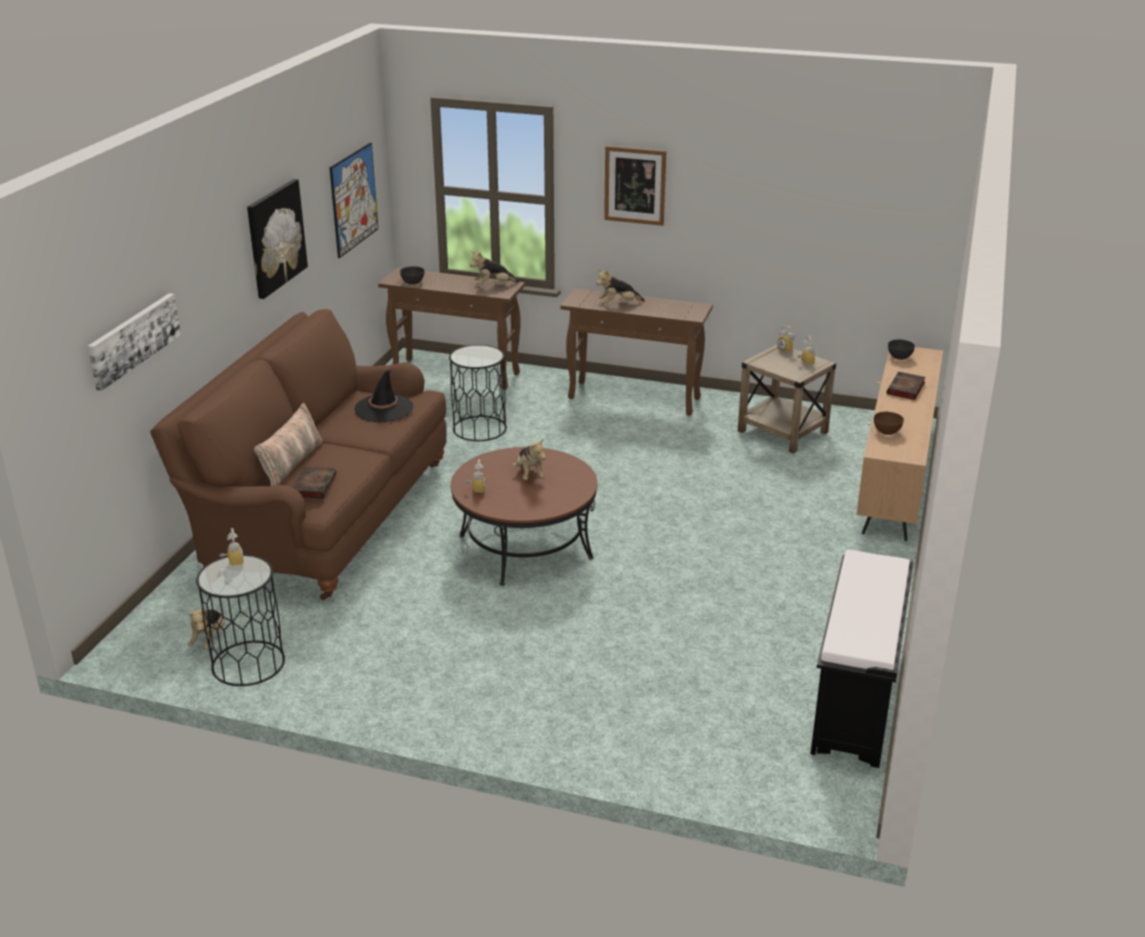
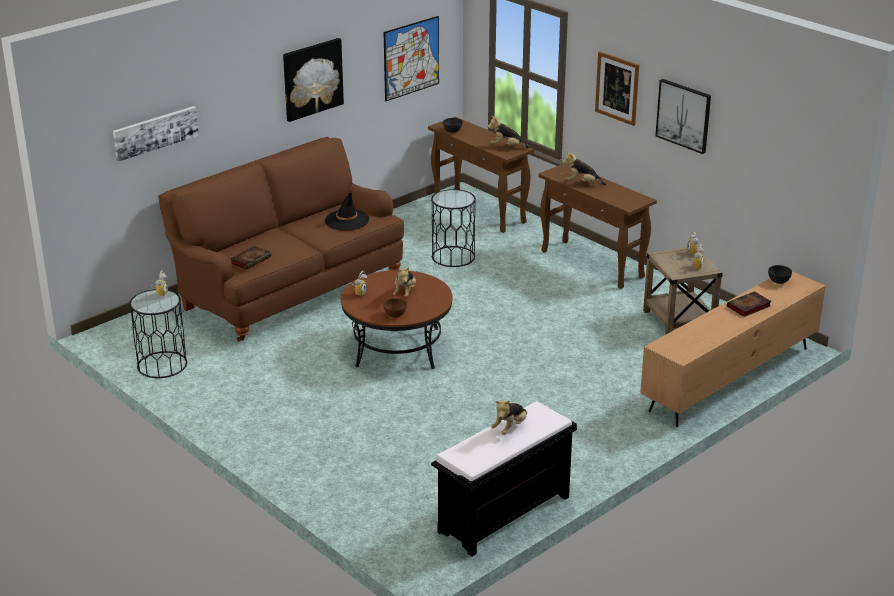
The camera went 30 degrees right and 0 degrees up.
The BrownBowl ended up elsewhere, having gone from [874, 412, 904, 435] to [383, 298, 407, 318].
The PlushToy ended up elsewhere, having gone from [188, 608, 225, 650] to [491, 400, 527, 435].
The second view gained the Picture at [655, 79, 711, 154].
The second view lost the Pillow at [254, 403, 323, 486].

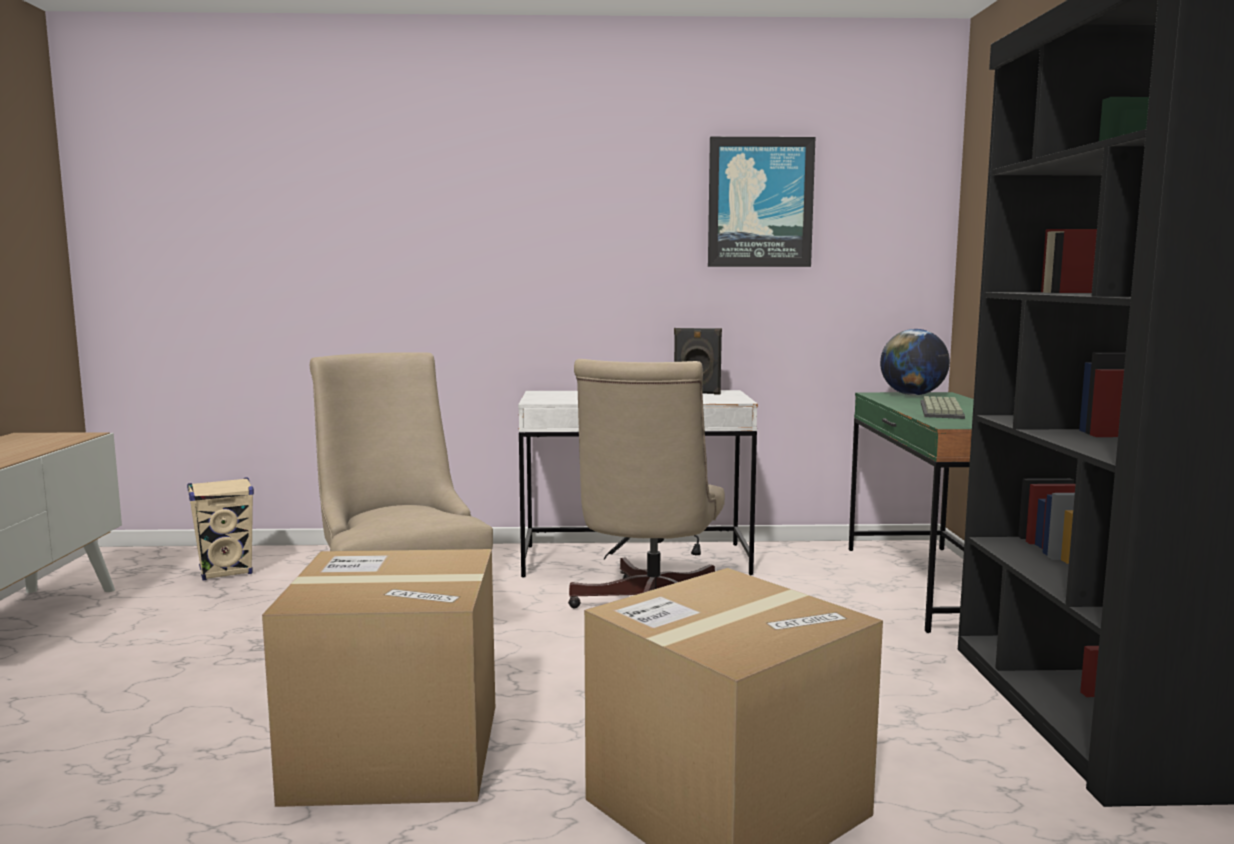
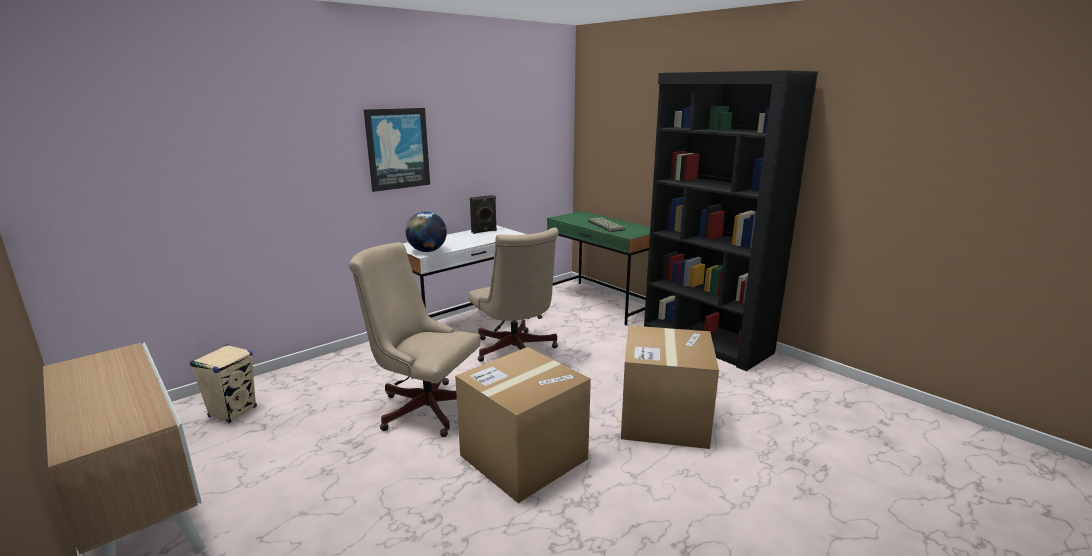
The camera went 40 degrees left and 10 degrees up.
The Picture ended up elsewhere, having gone from [708, 137, 815, 267] to [364, 108, 430, 192].
The Globe ended up elsewhere, having gone from [880, 329, 950, 395] to [406, 212, 447, 252].

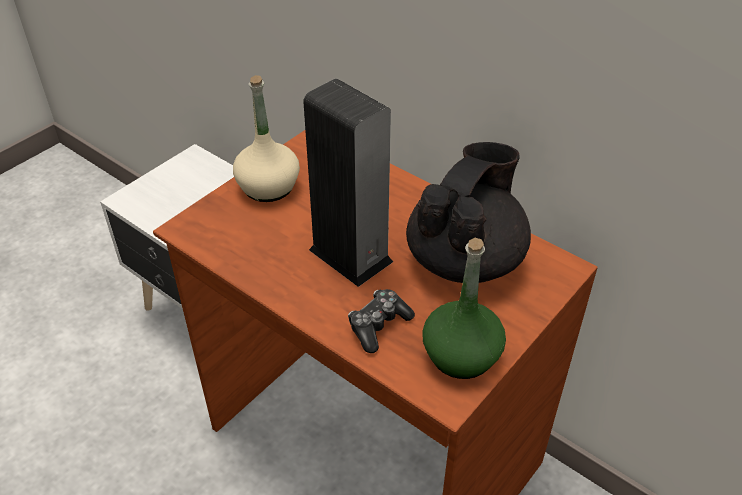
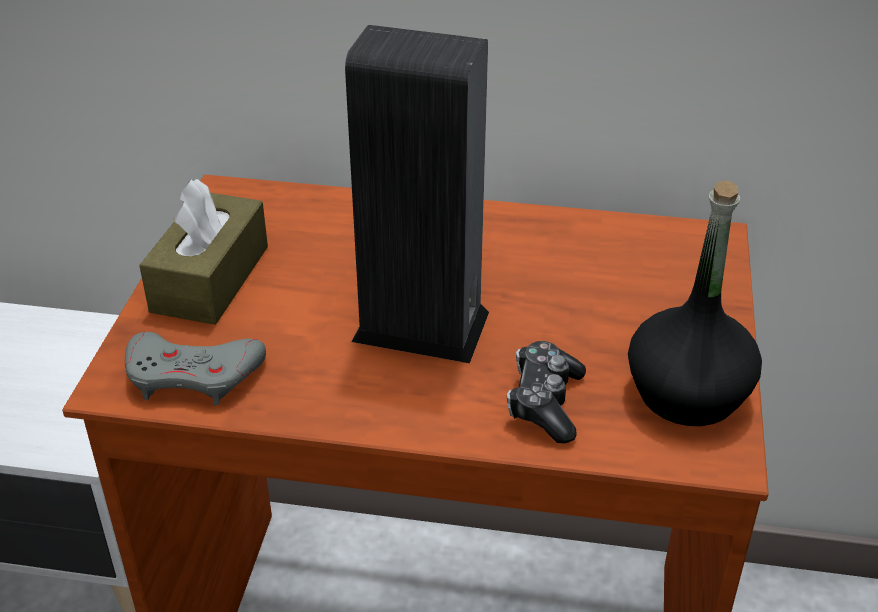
The camera went 30 degrees left and 5 degrees down.
The second view gained the GreyGameController at [125, 332, 266, 405].
Where the BeigeBottle stood at [233, 75, 300, 202], the BrownTissueBox came to stand at [139, 179, 268, 325].
What was the GreenBottle at [422, 238, 506, 379] turned into the BlackBottle at [628, 181, 762, 426].
The second view lost the BlackTeapot at [406, 142, 531, 283].

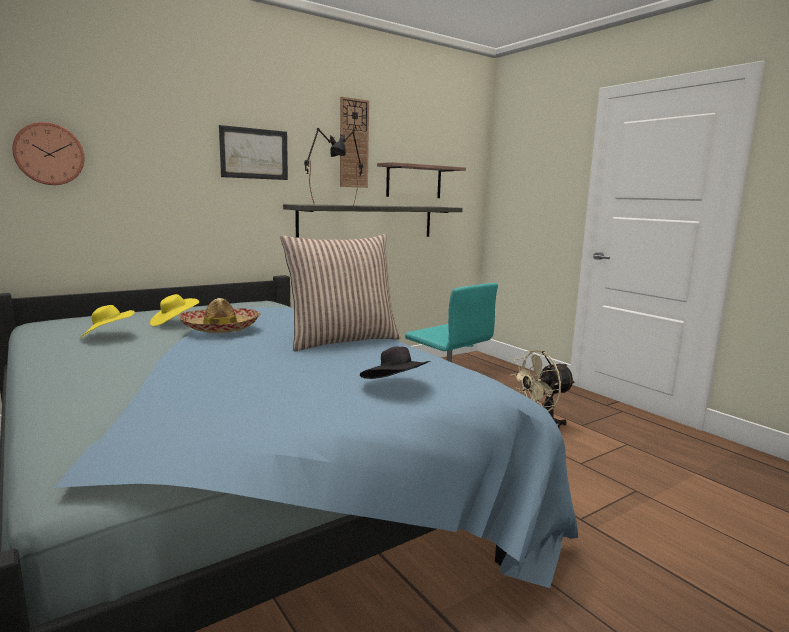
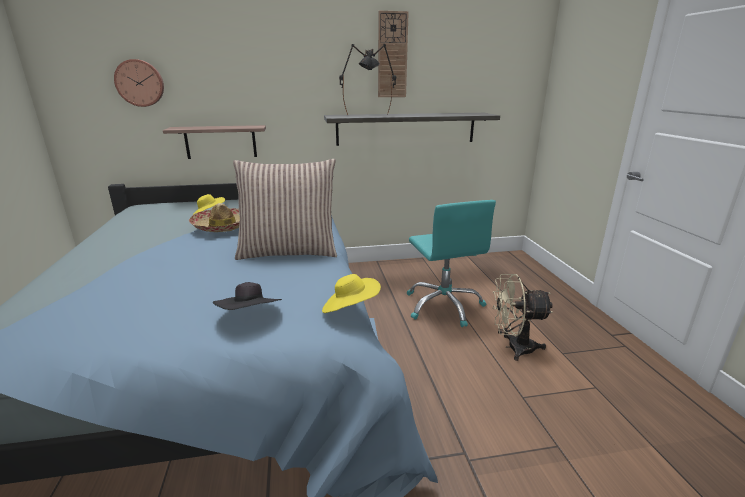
The camera went 25 degrees right and 10 degrees up.
The Shelf ended up elsewhere, having gone from [377, 162, 466, 198] to [163, 125, 266, 159].
The YellowHat ended up elsewhere, having gone from [80, 305, 135, 339] to [322, 274, 381, 313].
The second view lost the Picture at [219, 125, 288, 180].

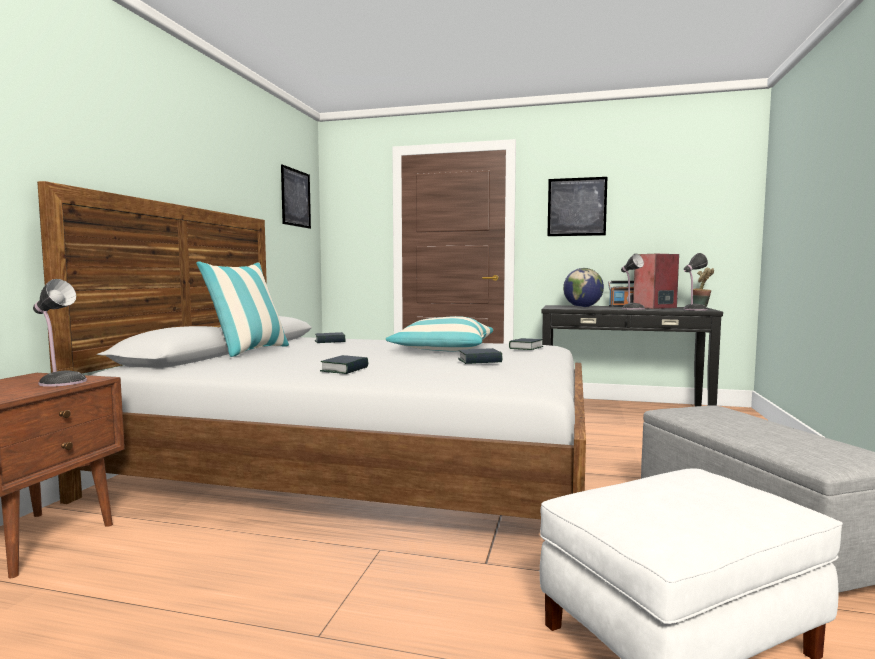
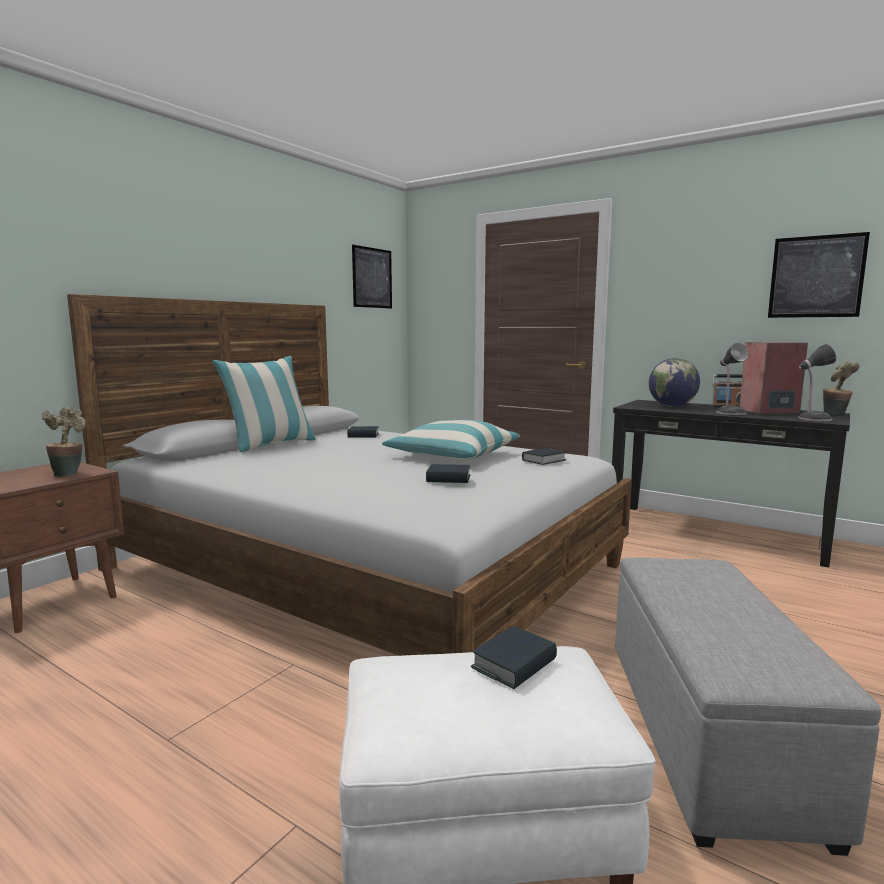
The camera went 20 degrees right and 5 degrees up.
Where the TableLamp stood at [33, 279, 87, 387], the PottedPlant came to stand at [42, 407, 86, 477].
The Book ended up elsewhere, having gone from [320, 355, 368, 374] to [471, 626, 557, 689].
The Picture ended up elsewhere, having gone from [547, 177, 607, 236] to [768, 232, 870, 318].

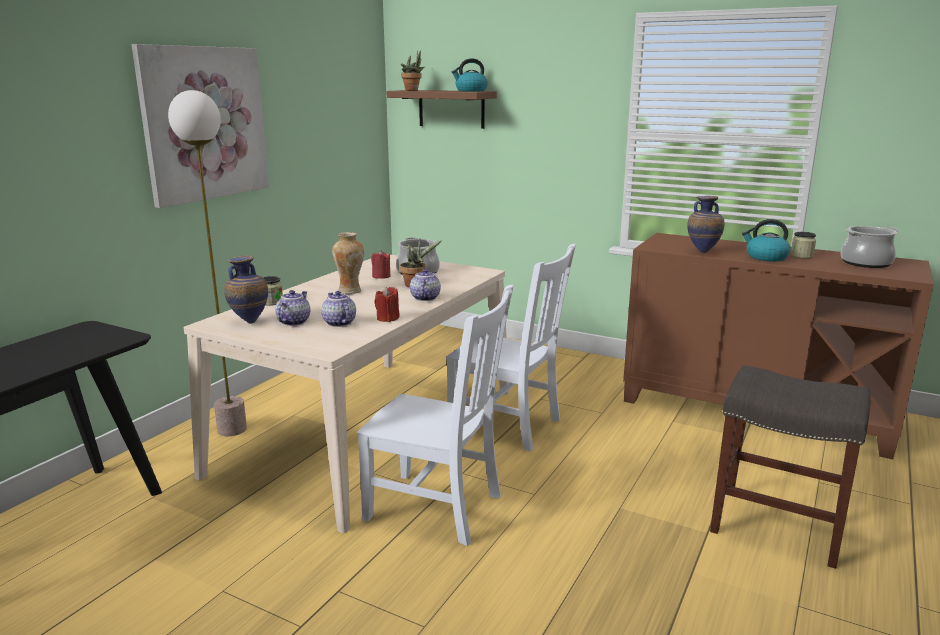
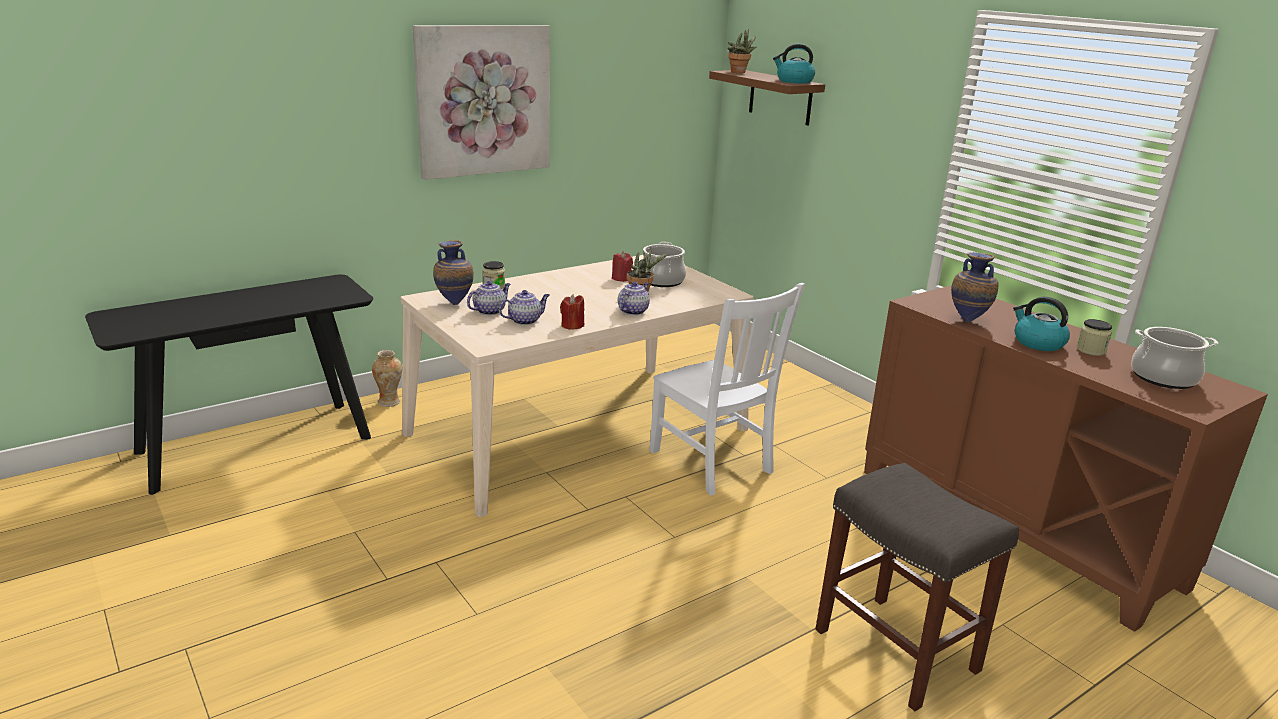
The camera went 25 degrees right and 5 degrees up.
The Vase ended up elsewhere, having gone from [332, 232, 364, 294] to [372, 350, 402, 407].
The Teapot at [321, 291, 356, 327] ended up facing another way, 60 degrees clockwise from before.
The second view lost the FloorLamp at [168, 90, 247, 436].
The second view lost the WhiteChair at [357, 285, 513, 546].

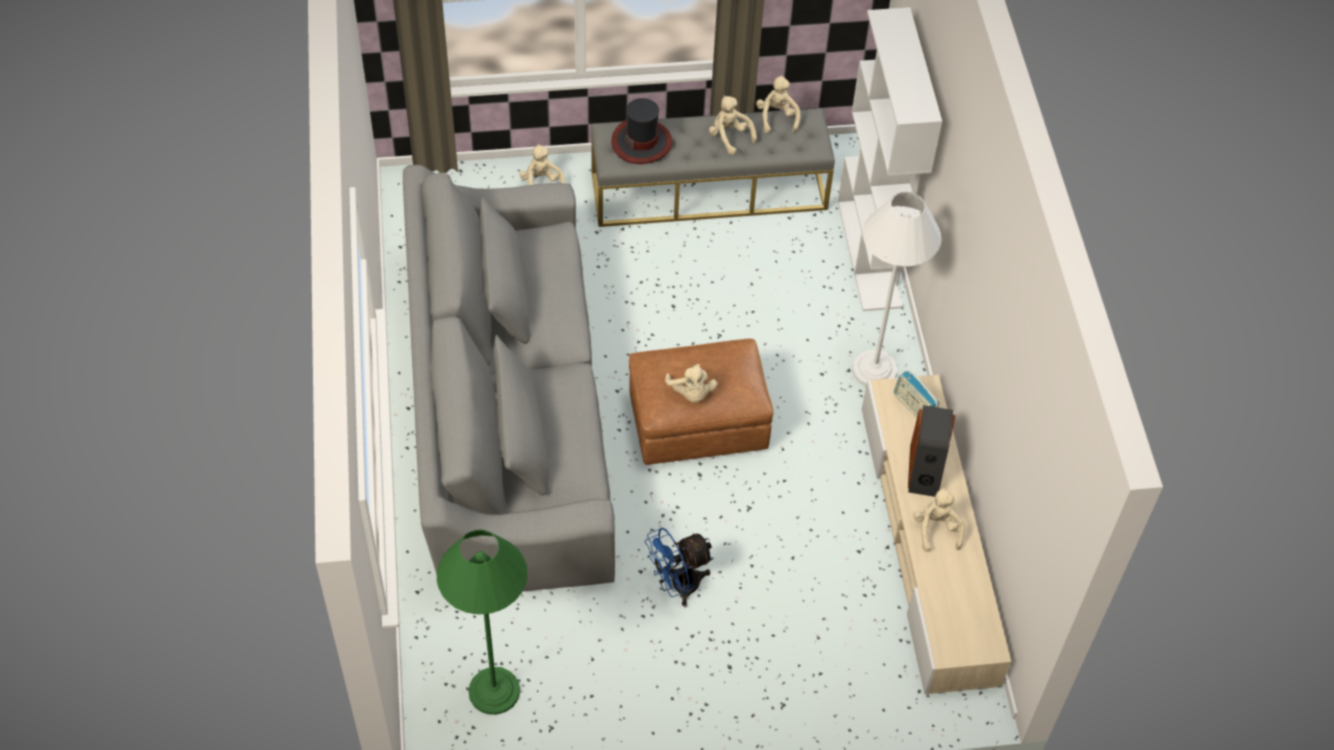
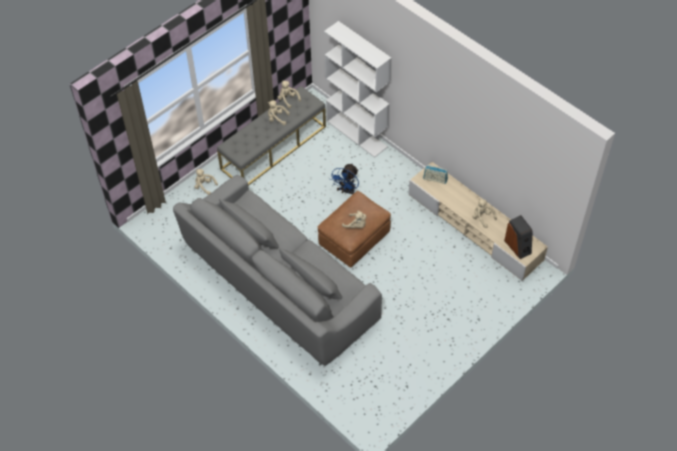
The camera went 35 degrees left and 0 degrees up.
The BlueFan ended up elsewhere, having gone from [645, 527, 714, 606] to [330, 163, 359, 195].
The Speaker ended up elsewhere, having gone from [908, 405, 956, 497] to [504, 215, 532, 259].
The second view lost the GreenFloorLamp at [436, 530, 528, 715].
The second view lost the Hat at [611, 98, 672, 164].
The second view lost the WhiteFloorLamp at [852, 192, 942, 386].

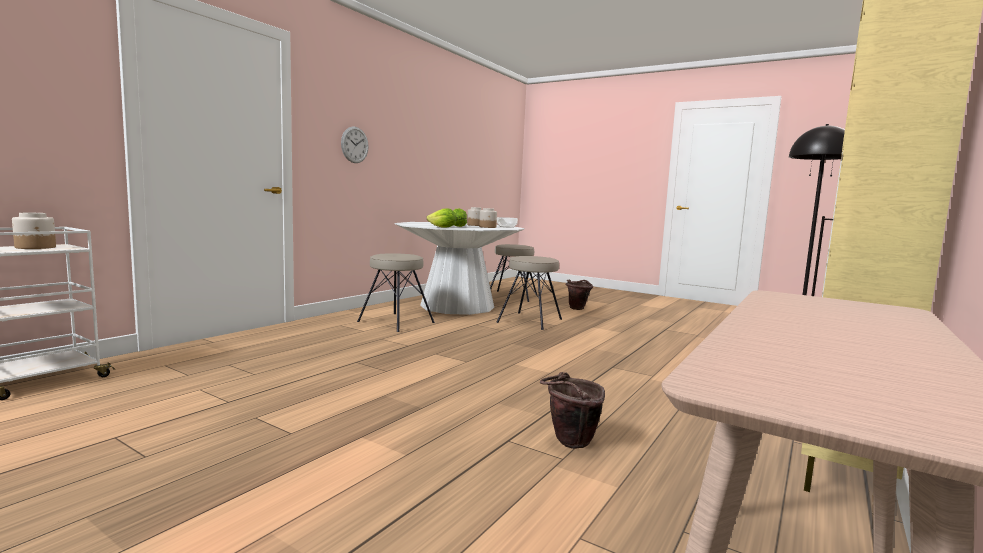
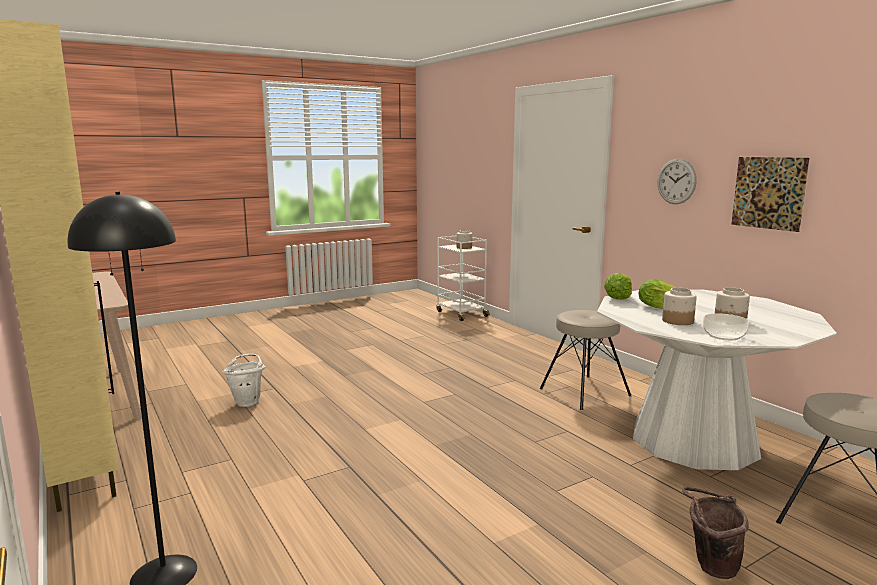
The camera went 115 degrees right and 5 degrees up.
What was the BrownBucket at [540, 372, 605, 449] turned into the WhiteBucket at [222, 354, 266, 407].
The second view gained the Picture at [731, 157, 810, 232].
The second view lost the BeigeStool at [496, 256, 562, 330].

